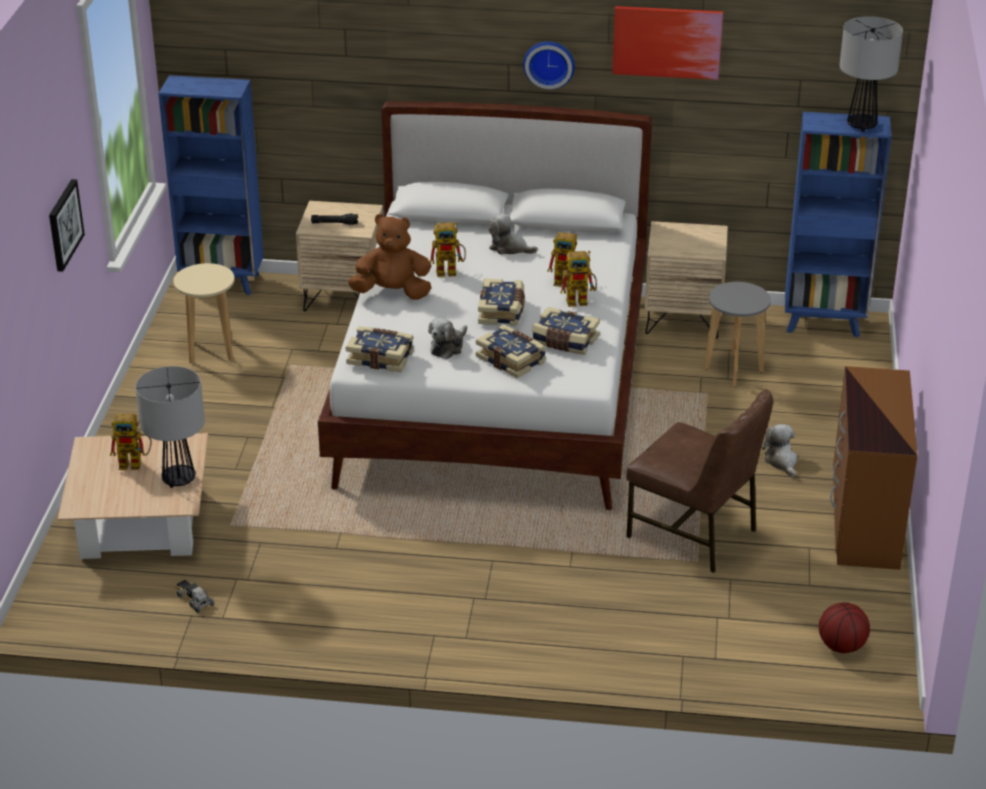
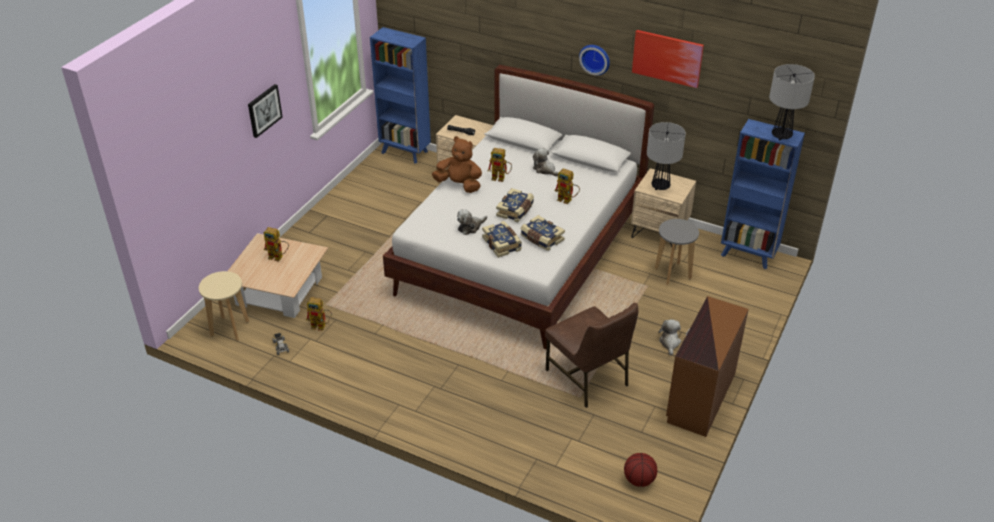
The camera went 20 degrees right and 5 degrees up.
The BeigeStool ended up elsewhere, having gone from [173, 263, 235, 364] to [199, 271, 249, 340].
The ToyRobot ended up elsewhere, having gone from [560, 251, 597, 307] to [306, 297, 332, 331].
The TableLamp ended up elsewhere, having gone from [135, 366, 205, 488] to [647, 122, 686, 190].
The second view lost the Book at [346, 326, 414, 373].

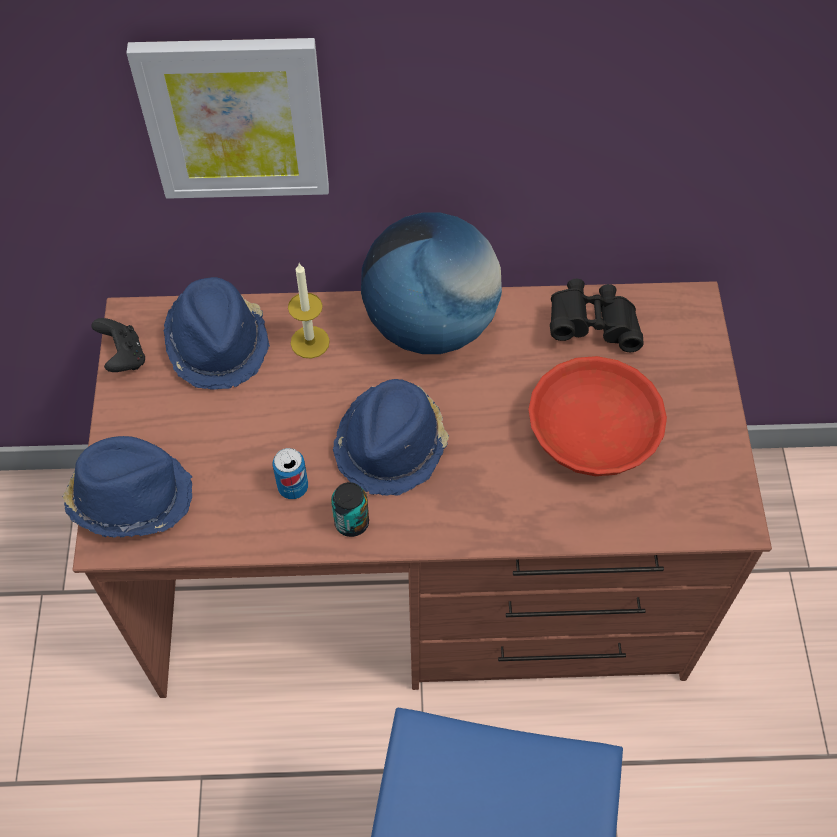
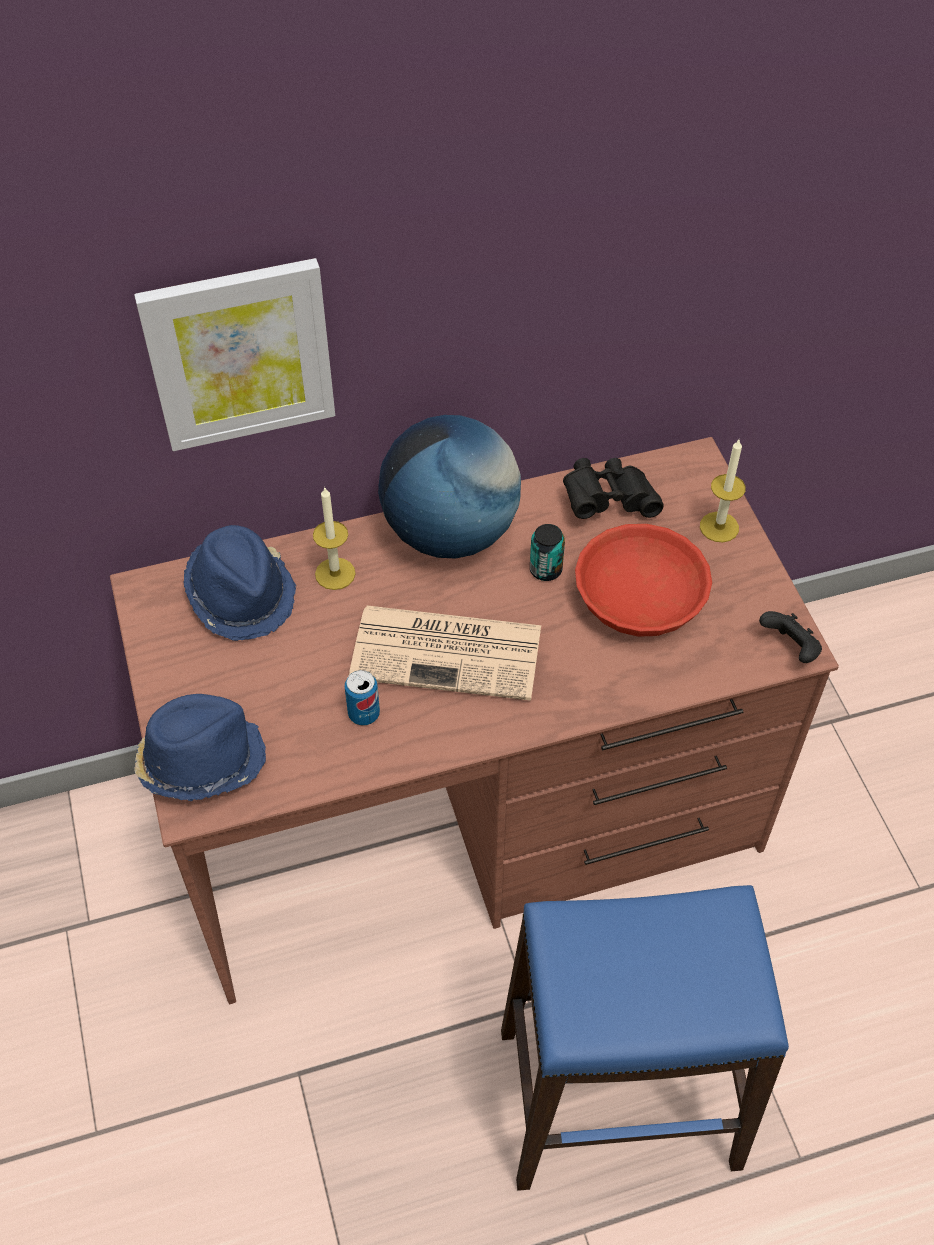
The camera went 15 degrees left and 5 degrees down.
Where the BlueHat stood at [333, 379, 449, 496], the Newspaper came to stand at [349, 606, 541, 701].
The Can ended up elsewhere, having gone from [331, 482, 369, 537] to [530, 524, 565, 581].
The second view gained the Candle at [700, 440, 746, 543].
The BlackGameController ended up elsewhere, having gone from [91, 318, 145, 372] to [759, 611, 822, 663].

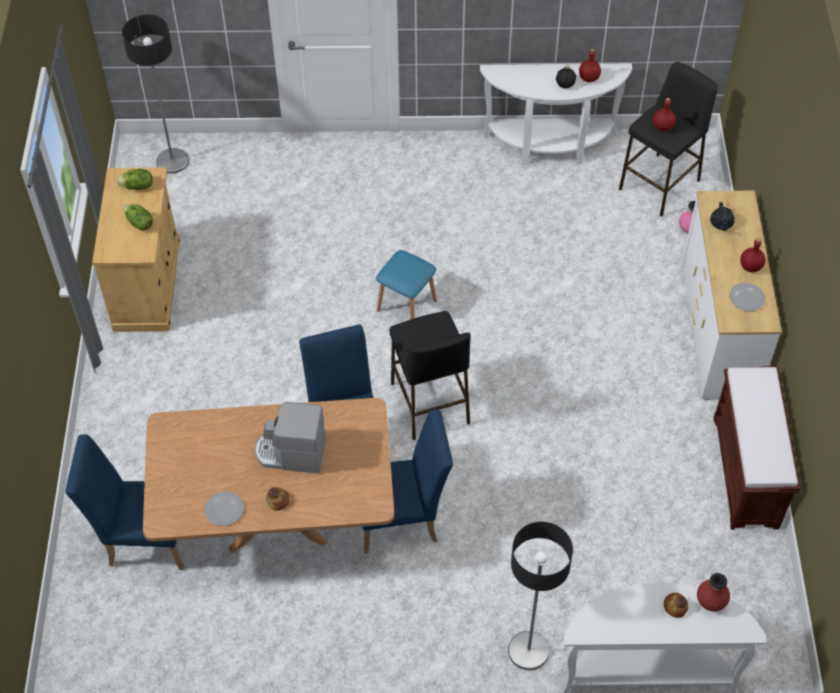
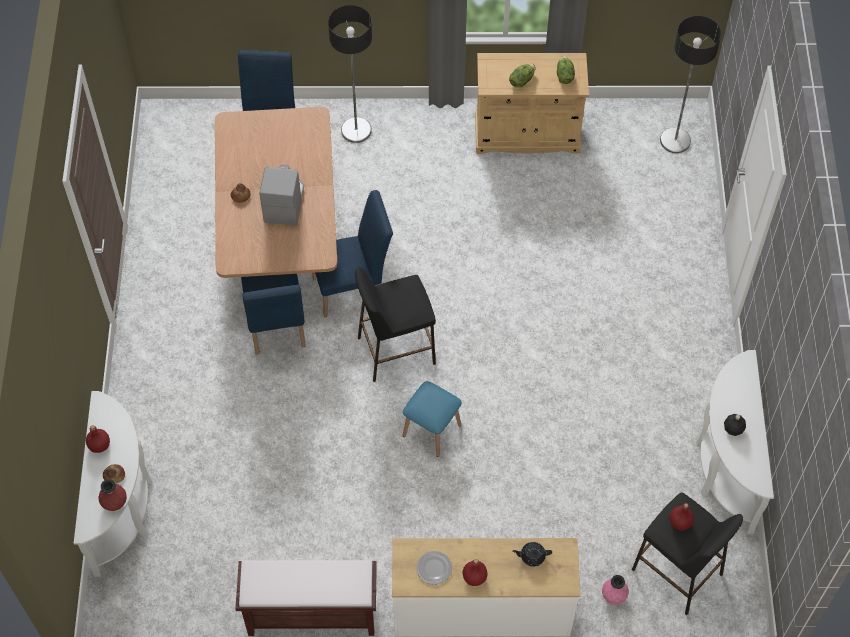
The camera went 90 degrees right and 5 degrees up.
The RedBottle ended up elsewhere, having gone from [579, 49, 601, 82] to [86, 425, 110, 453].
The FloorLamp ended up elsewhere, having gone from [508, 522, 573, 670] to [328, 5, 372, 143].
The BlueStool ended up elsewhere, having gone from [376, 250, 437, 320] to [403, 381, 462, 457].
The second view lost the Plate at [205, 492, 244, 526].

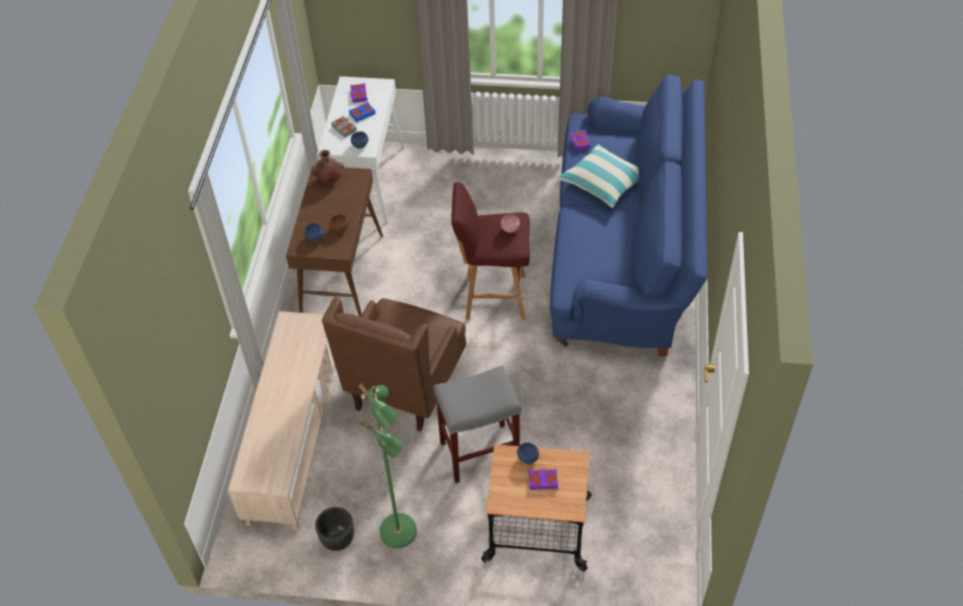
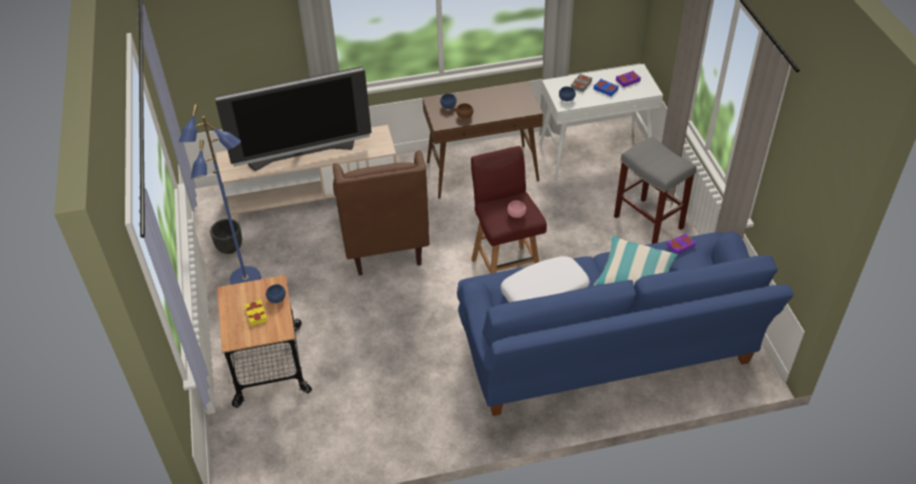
The camera went 70 degrees right and 5 degrees down.
What was the GreenFloorLamp at [358, 383, 417, 548] turned into the BlueFloorLamp at [179, 104, 261, 285].
The second view gained the Television at [214, 66, 372, 171].
What was the PurpleBook at [529, 469, 558, 490] turned into the YellowBook at [244, 299, 267, 326].
The BrownArmchair at [322, 297, 466, 432] ended up facing another way, 105 degrees counterclockwise from before.
The second view gained the WhitePillow at [500, 256, 590, 302].
The GreyStool ended up elsewhere, having gone from [433, 365, 521, 483] to [614, 136, 697, 244].
The second view lost the BrownVase at [312, 150, 344, 183].

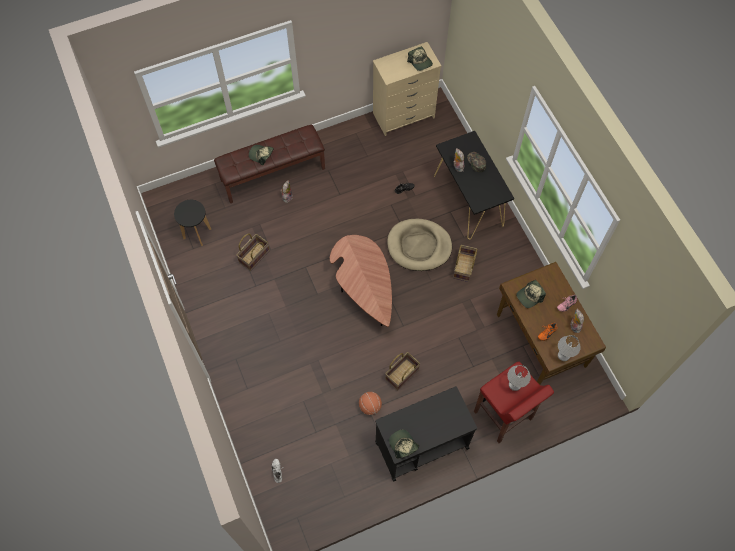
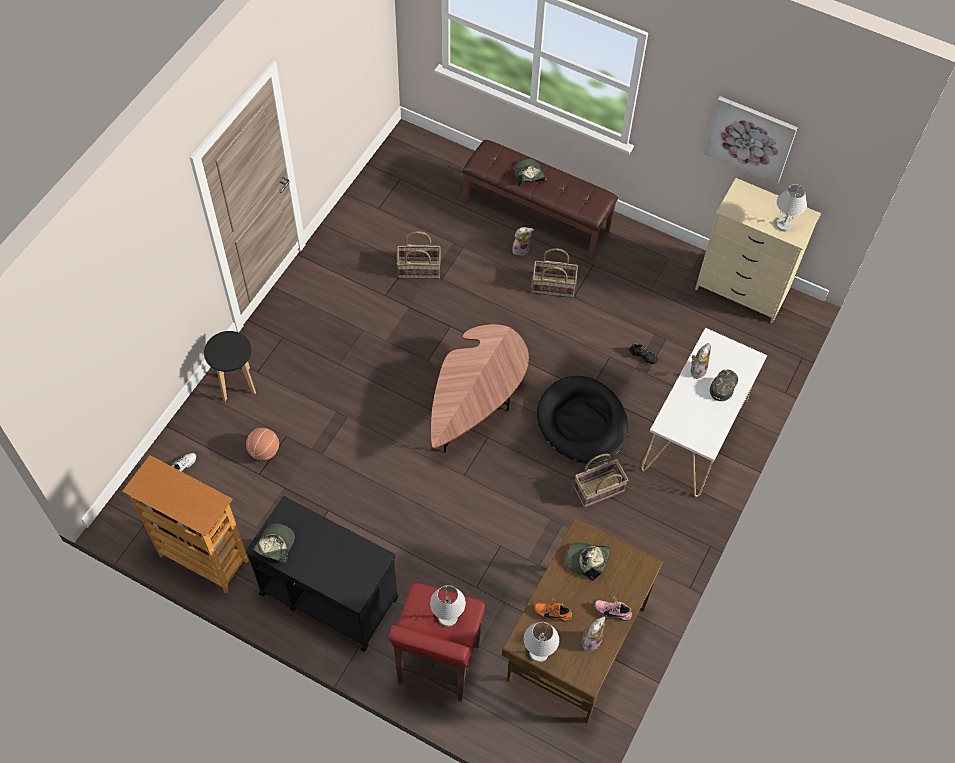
The camera went 50 degrees right and 5 degrees down.
The second view gained the Bookcase at [122, 455, 249, 593].
The BlackStool ended up elsewhere, having gone from [174, 200, 211, 246] to [204, 331, 256, 401].
The Basketball ended up elsewhere, having gone from [359, 392, 382, 415] to [246, 428, 279, 461].
The Basket ended up elsewhere, having gone from [385, 352, 420, 391] to [532, 248, 578, 298].
What was the BeigeDogBed at [387, 219, 452, 271] turned into the BlackDogBed at [537, 376, 629, 464].
What was the BlackConsoleTable at [434, 131, 514, 240] turned into the WhiteConsoleTable at [642, 328, 767, 497].
The second view gained the Picture at [704, 96, 798, 185].
Where the Cap stood at [407, 46, 433, 71], the WhiteTableLamp came to stand at [776, 184, 807, 232].

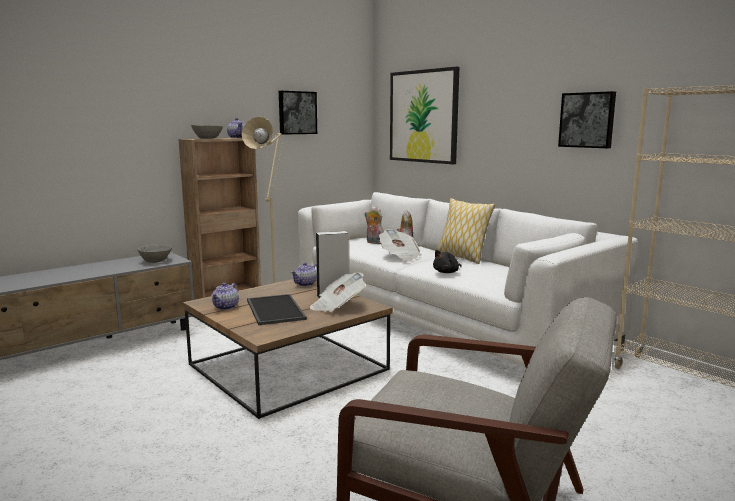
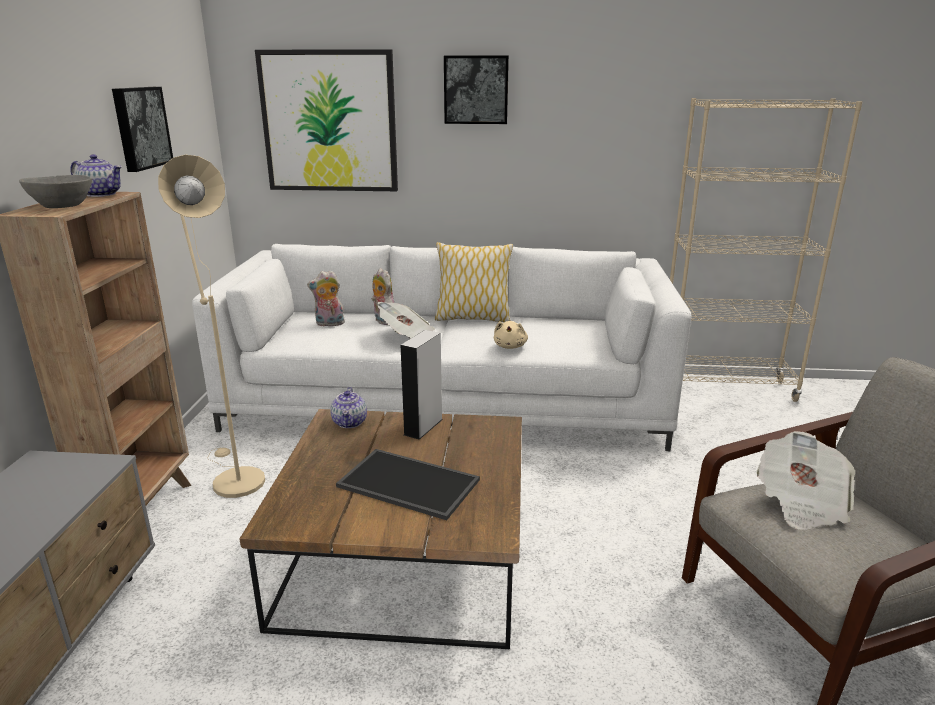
The camera went 45 degrees left and 10 degrees up.
The Picture ended up elsewhere, having gone from [558, 91, 616, 148] to [444, 56, 509, 124].
What was the BlackPlushToy at [433, 250, 462, 273] turned into the BeigePlushToy at [494, 321, 528, 349].
The Newspaper ended up elsewhere, having gone from [310, 272, 365, 312] to [756, 431, 855, 530].
The second view lost the GreyBowl at [137, 245, 172, 263].
The second view lost the Teapot at [211, 283, 239, 310].

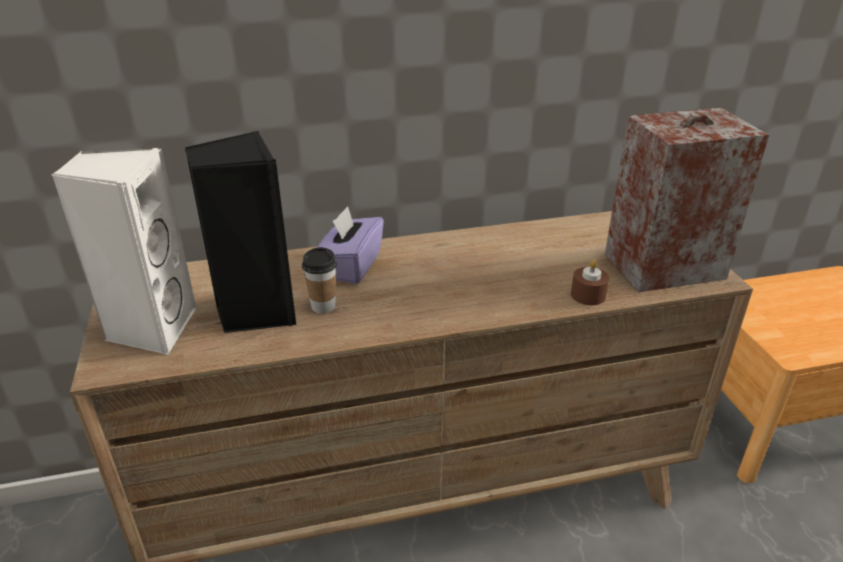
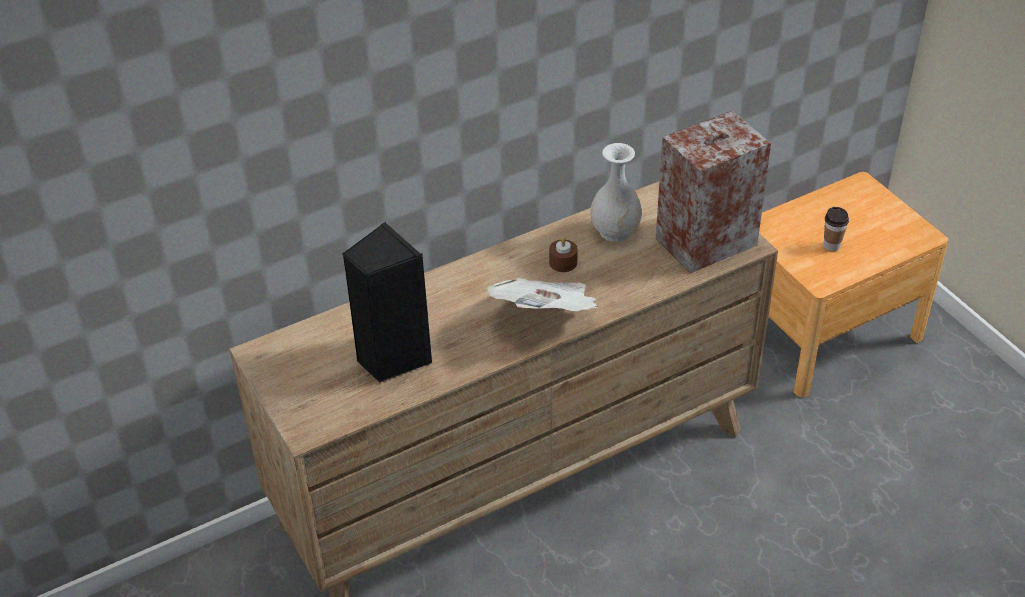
The camera went 15 degrees left and 10 degrees up.
The second view gained the Newspaper at [487, 278, 598, 311].
The BrownCandle ended up elsewhere, having gone from [571, 260, 609, 305] to [549, 237, 578, 272].
The second view gained the WhiteVase at [590, 143, 642, 242].
The Cup ended up elsewhere, having gone from [302, 247, 337, 314] to [824, 207, 849, 251].
The second view lost the WhiteSpeaker at [52, 148, 197, 355].
The second view lost the PurpleTissueBox at [317, 206, 384, 284].

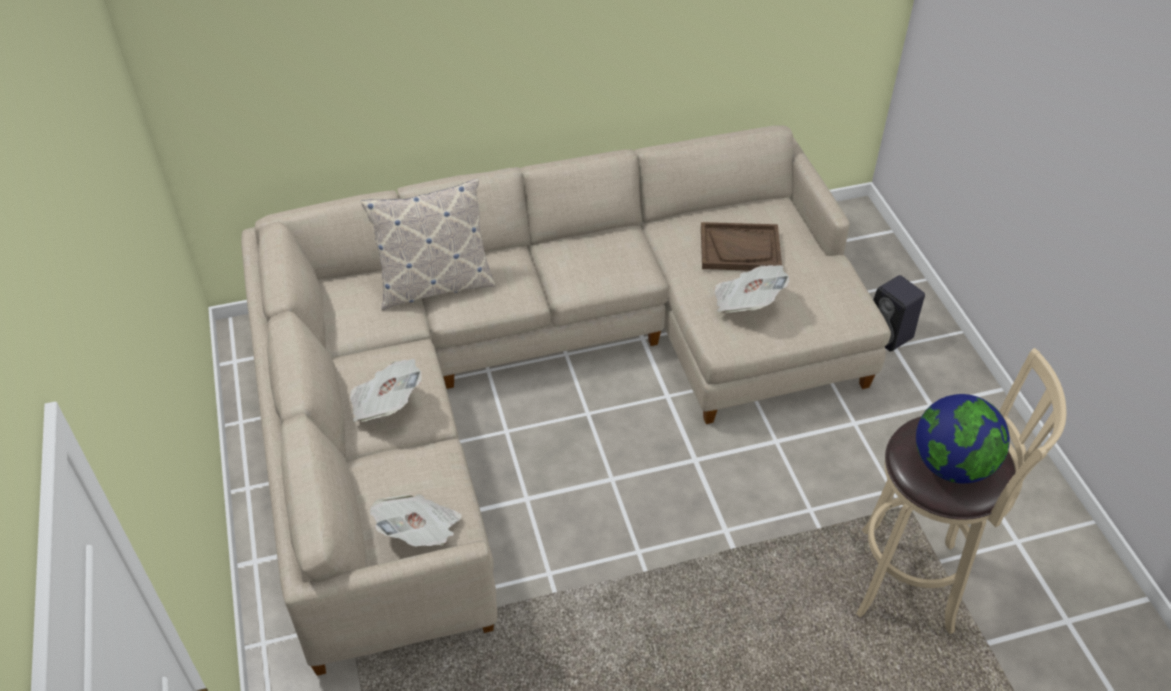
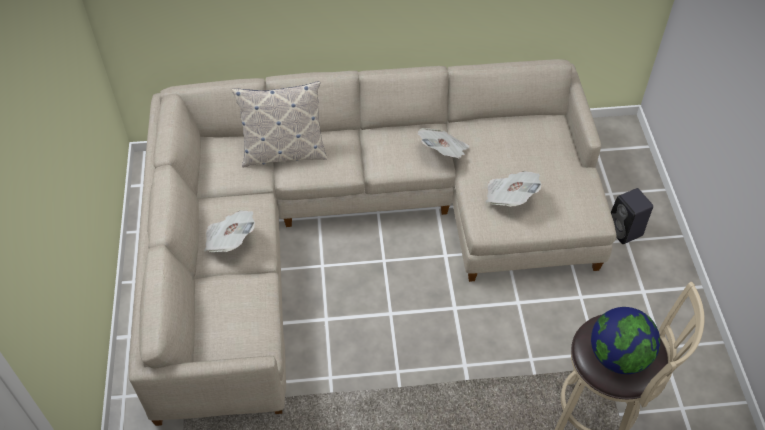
The camera went 10 degrees right and 5 degrees up.
The Newspaper ended up elsewhere, having gone from [370, 494, 462, 547] to [418, 128, 470, 158].
The second view lost the BrownTray at [701, 222, 782, 271].

